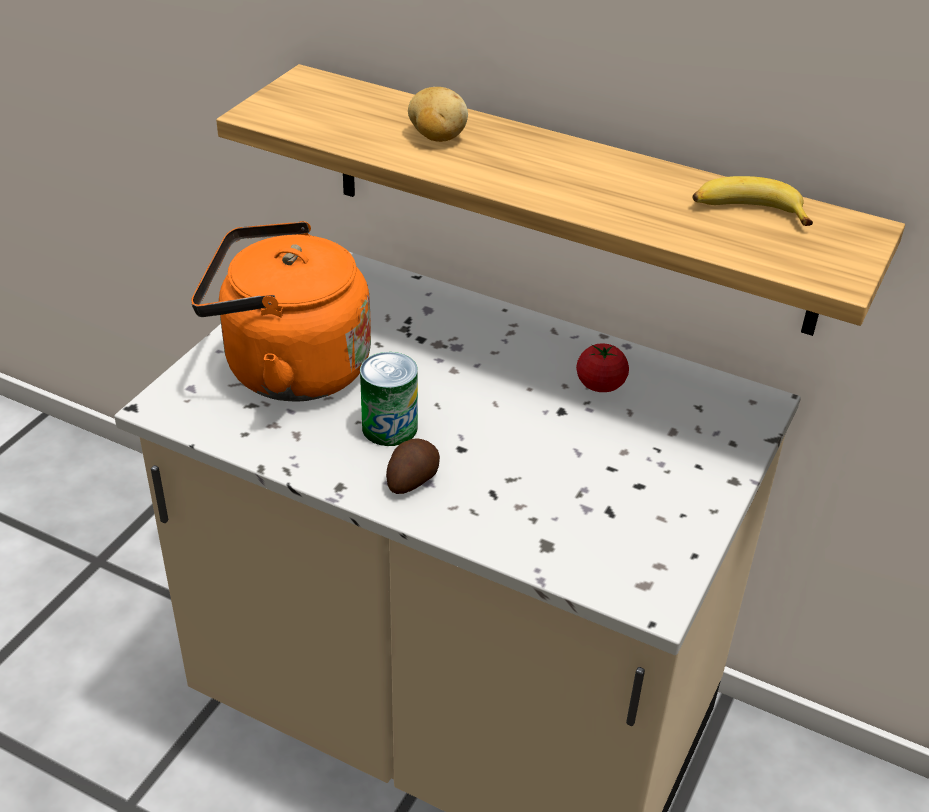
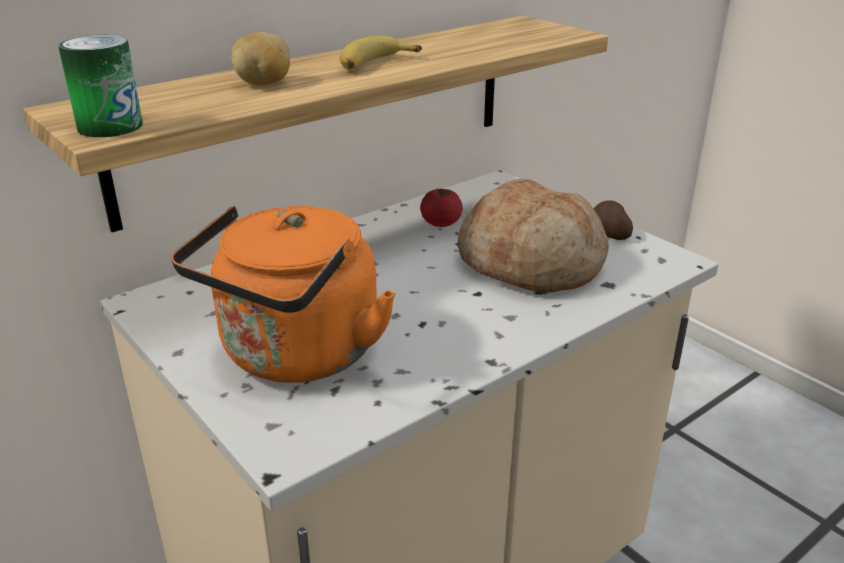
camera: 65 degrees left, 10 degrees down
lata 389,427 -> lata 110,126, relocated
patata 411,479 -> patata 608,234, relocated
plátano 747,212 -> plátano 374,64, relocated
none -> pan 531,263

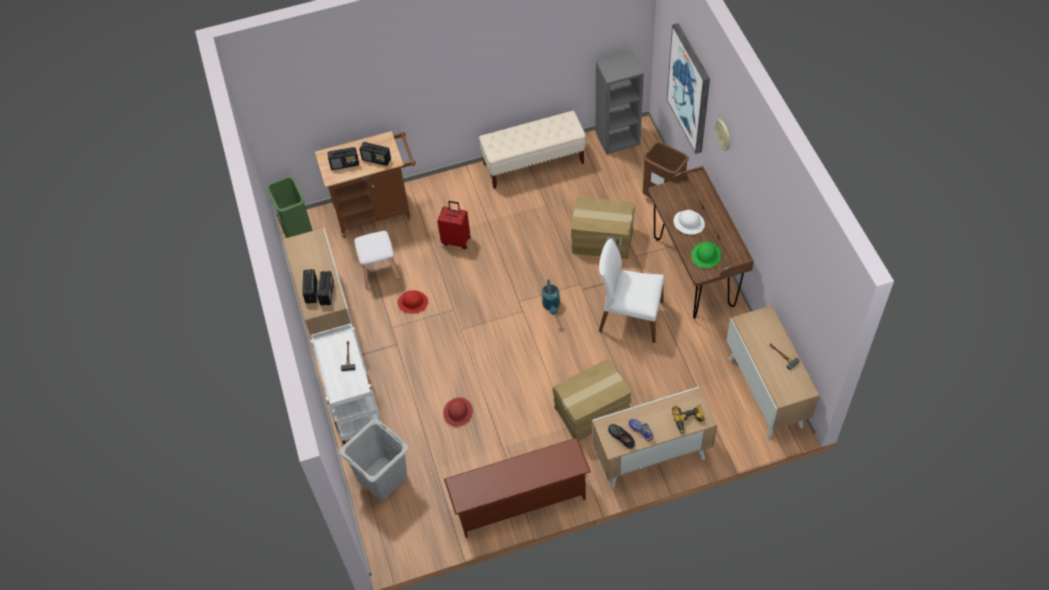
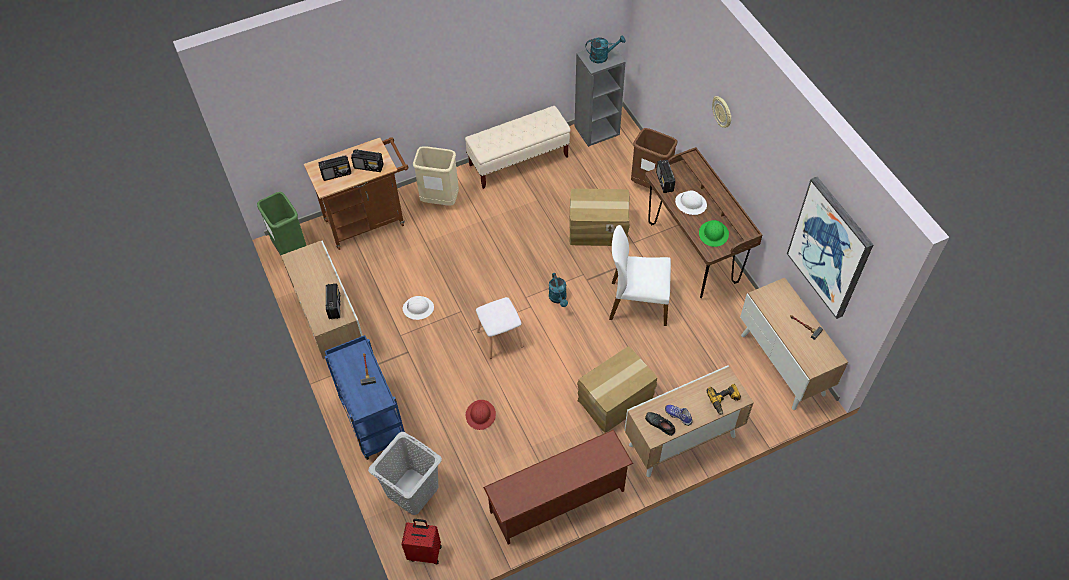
camera: 10 degrees left, 0 degrees up
radio 311,292 -> radio 664,182, relocated
carrito [blanco] 353,406 -> carrito [azul] 372,420
taburete [blanco] 379,270 -> taburete [blanco] 500,338, relocated
casco [rojo] 413,302 -> casco [blanco] 418,308
maleta [rojo] 456,240 -> maleta [rojo] 425,552, relocated
cuadro 690,88 -> cuadro 830,248, relocated
none -> papelera [beis] 440,200
none -> regadera [turquesa] 602,56

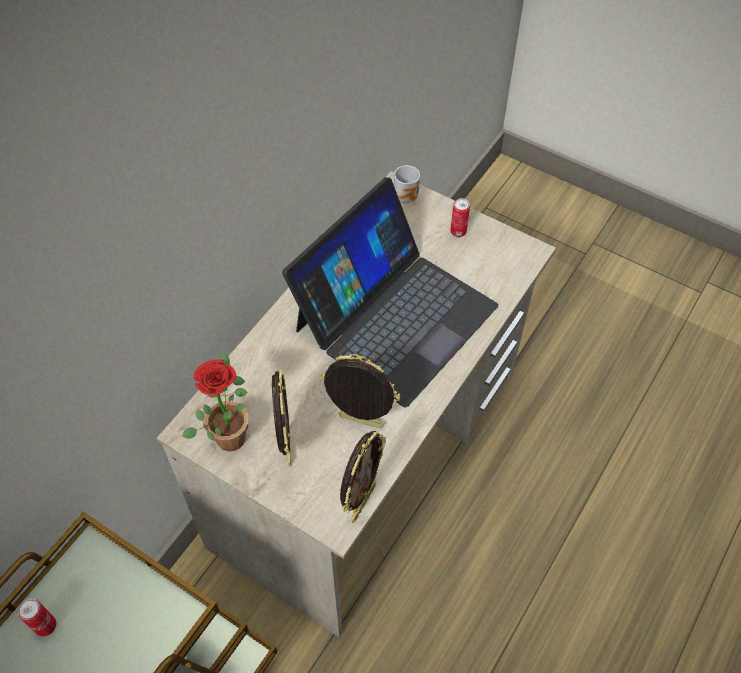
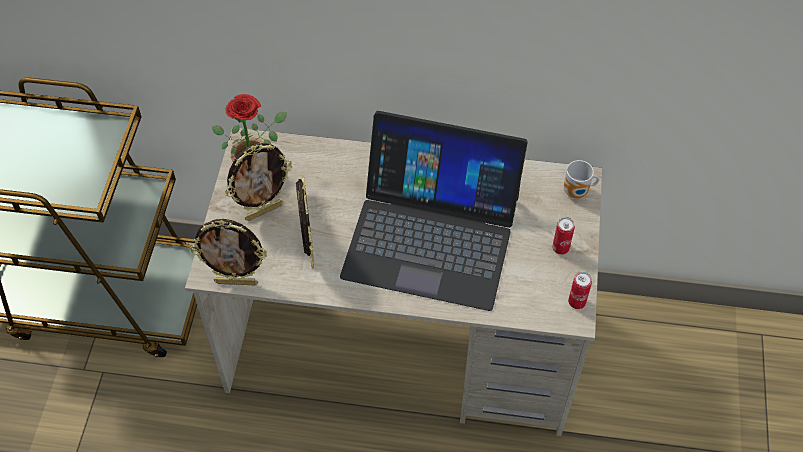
camera: 65 degrees right, 0 degrees up
lata 46,626 -> lata 576,302, relocated

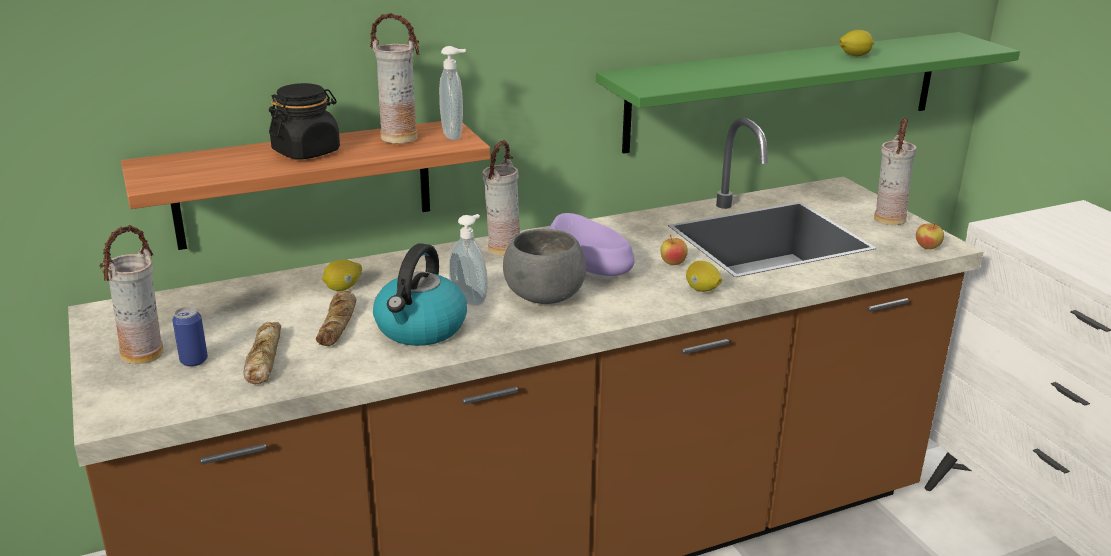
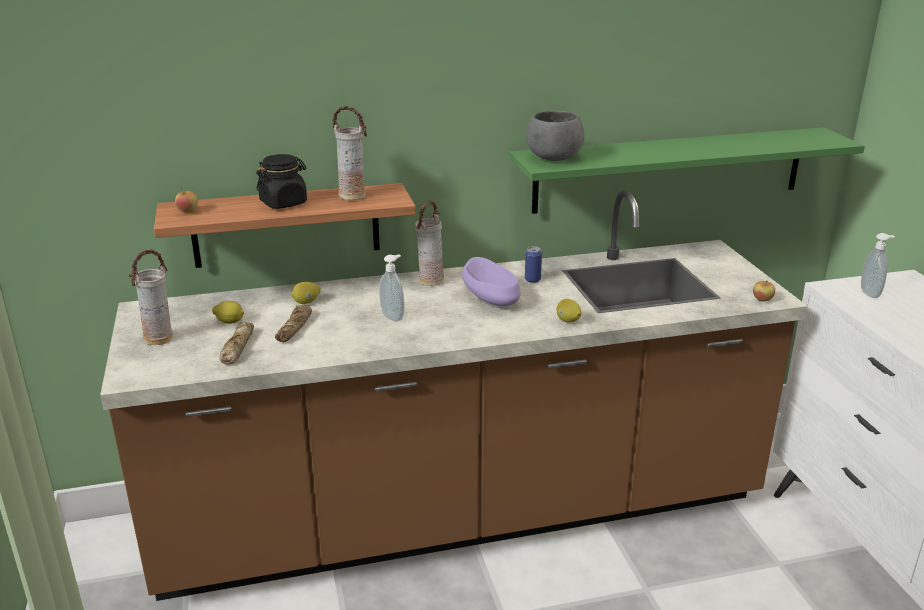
camera: 10 degrees right, 0 degrees up
lata 194,361 -> lata 532,280, relocated
hervidor 420,328 -> none
dispensador de jabón 454,135 -> dispensador de jabón 871,293, relocated
cuenco [gris] 544,297 -> cuenco [gris] 554,158, relocated
manzana 673,263 -> manzana 188,211, relocated
limón 854,56 -> limón 230,322, relocated
florero 887,219 -> none

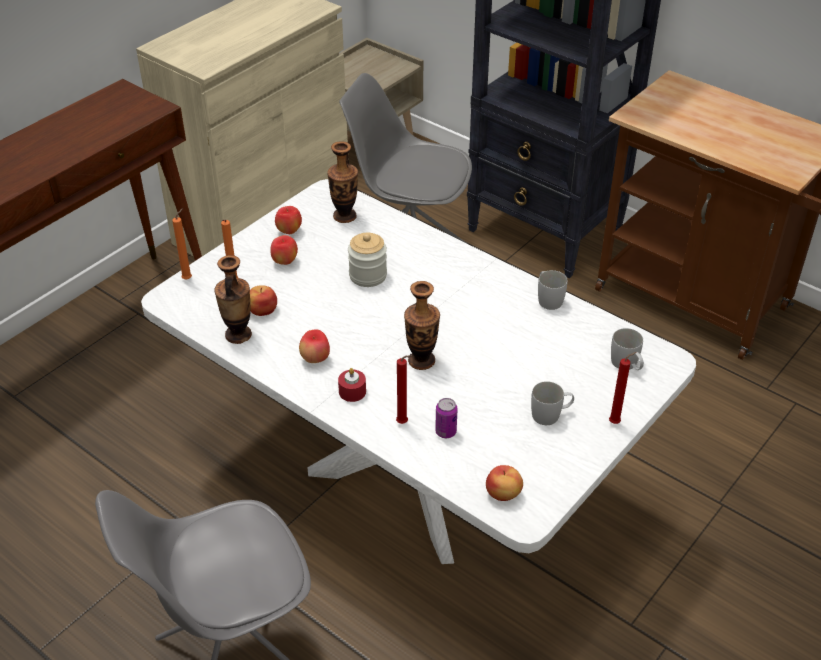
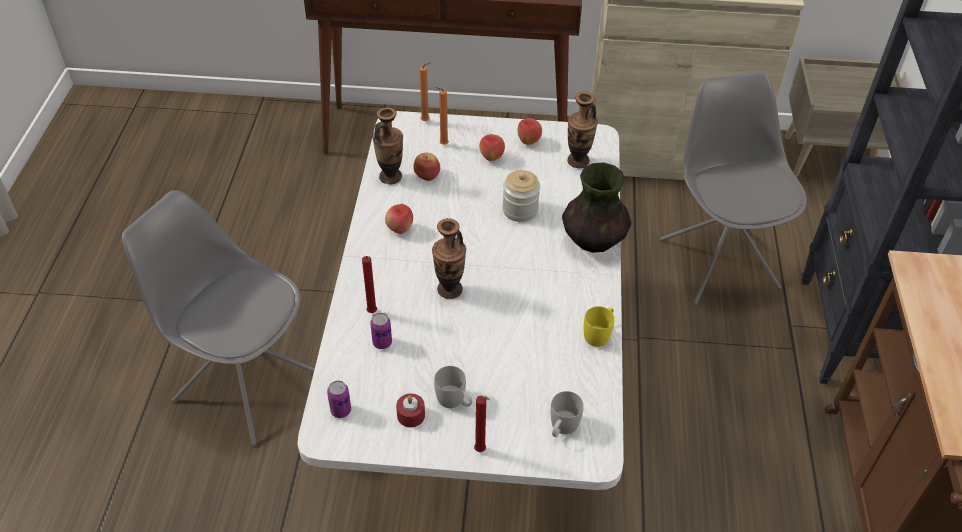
camera: 55 degrees right, 5 degrees up
vela [rojo] 352,392 -> vela [rojo] 411,415, relocated
manzana 503,494 -> lata 341,410
taza grande [blanco] 548,299 -> taza grande [amarillo] 599,333
none -> florero 593,240

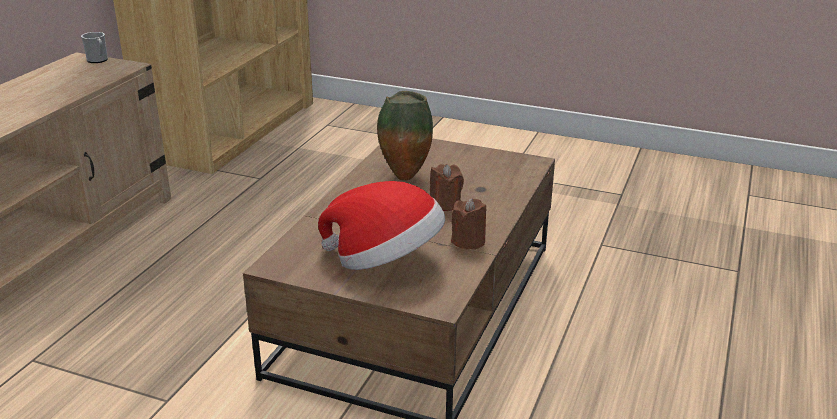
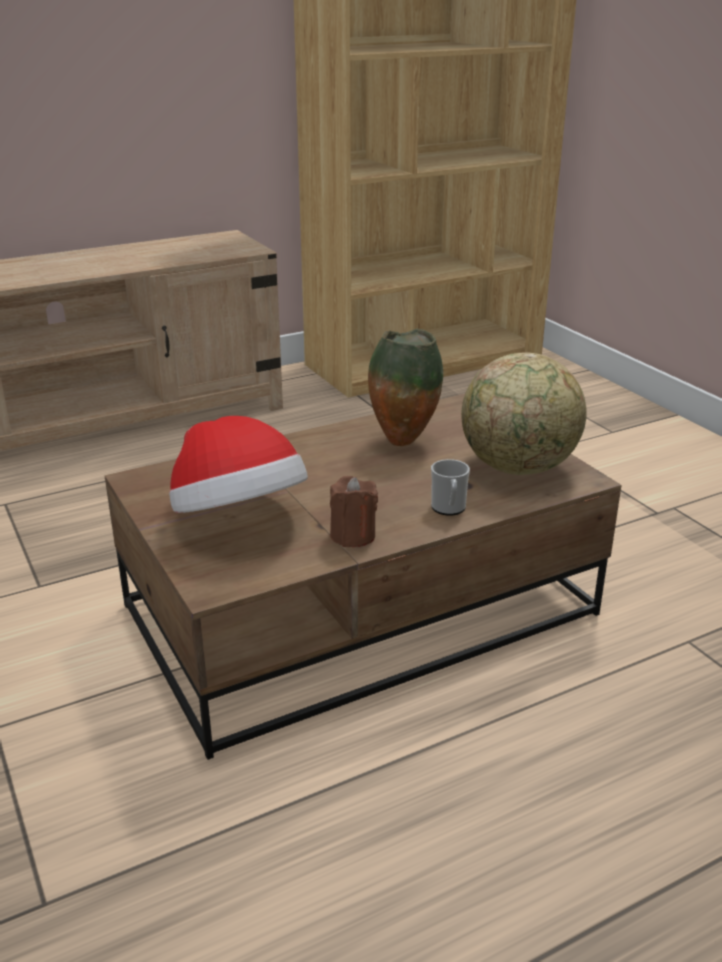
camera: 40 degrees right, 0 degrees up
taza grande 98,60 -> taza grande 449,509, relocated
vela [marrón] 445,204 -> none
none -> globo terráqueo 518,468

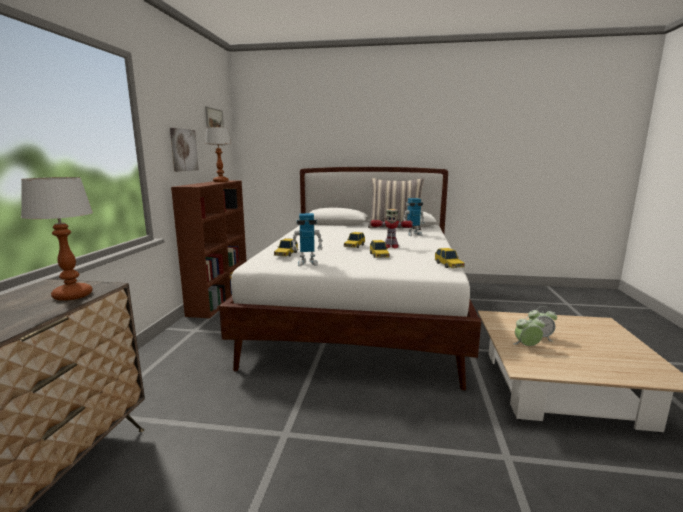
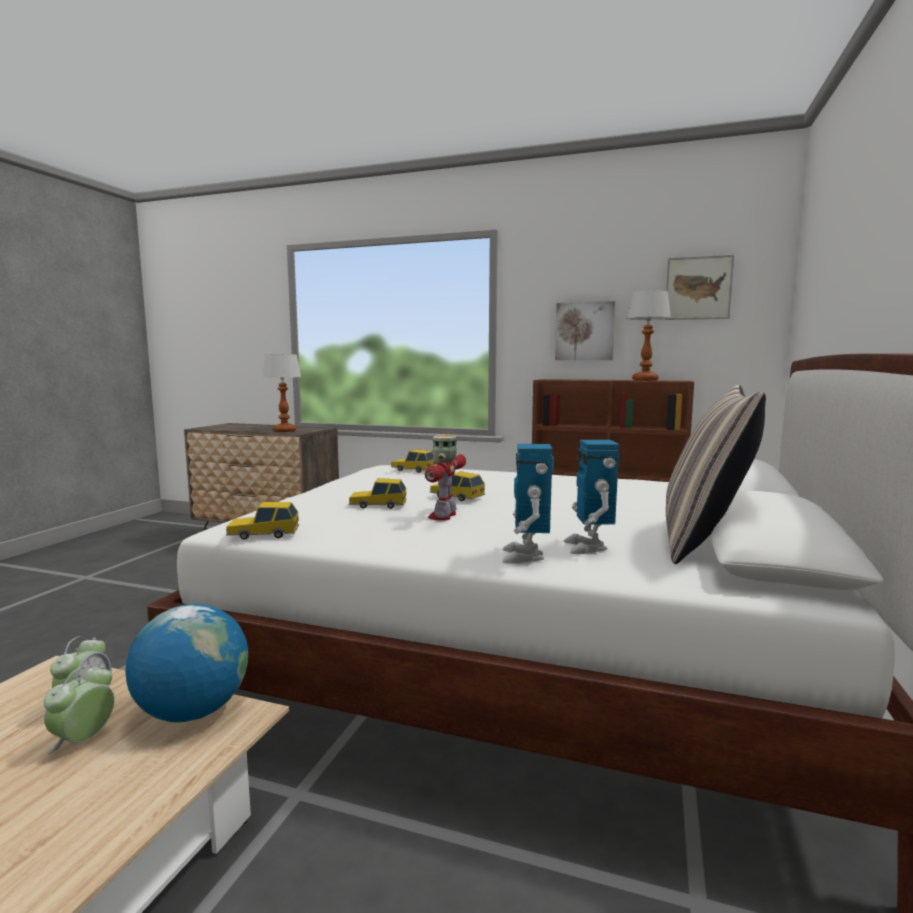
camera: 100 degrees right, 5 degrees down
robot de juguete 307,263 -> robot de juguete 526,556, relocated
none -> globo terráqueo 193,711

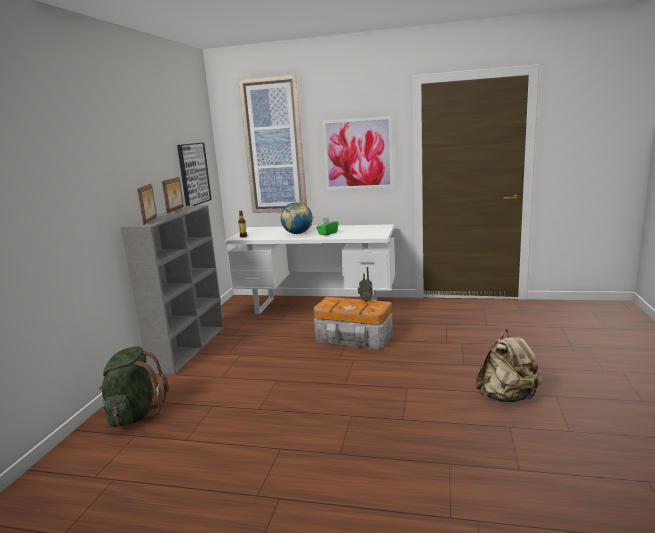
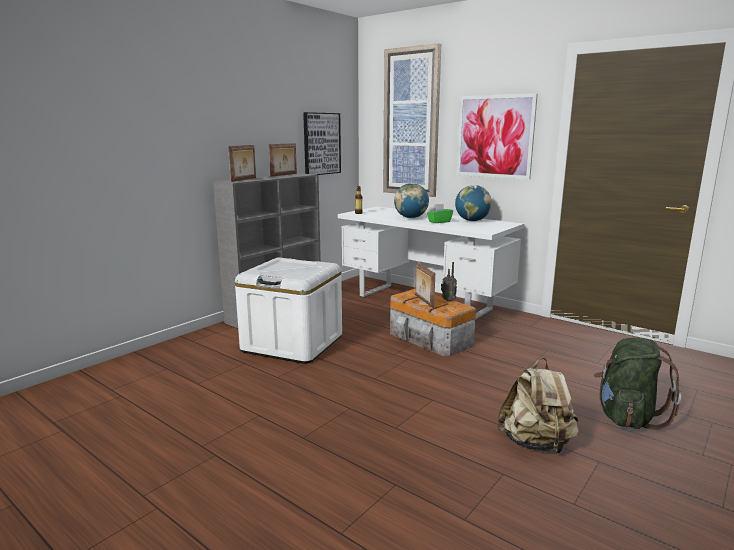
camera: 25 degrees right, 0 degrees up
mochila [verde] 135,415 -> mochila [verde] 627,417, relocated
none -> caja de almacenaje [blanco] 292,343
none -> portarretratos 423,301
none -> globo terráqueo 472,221

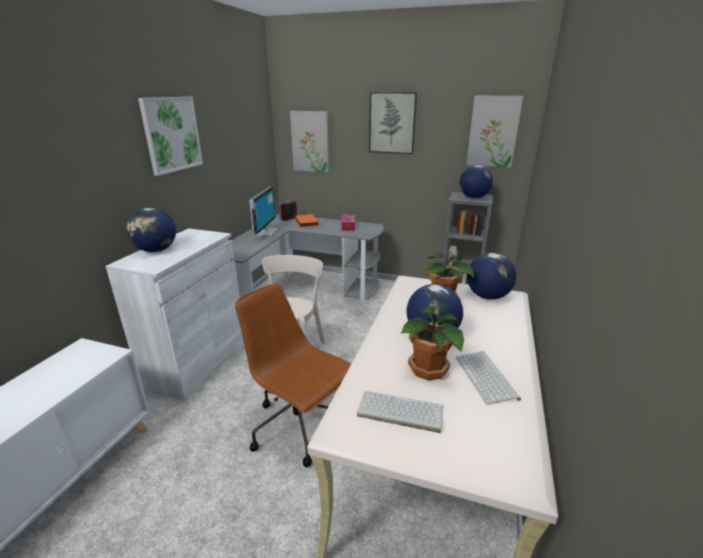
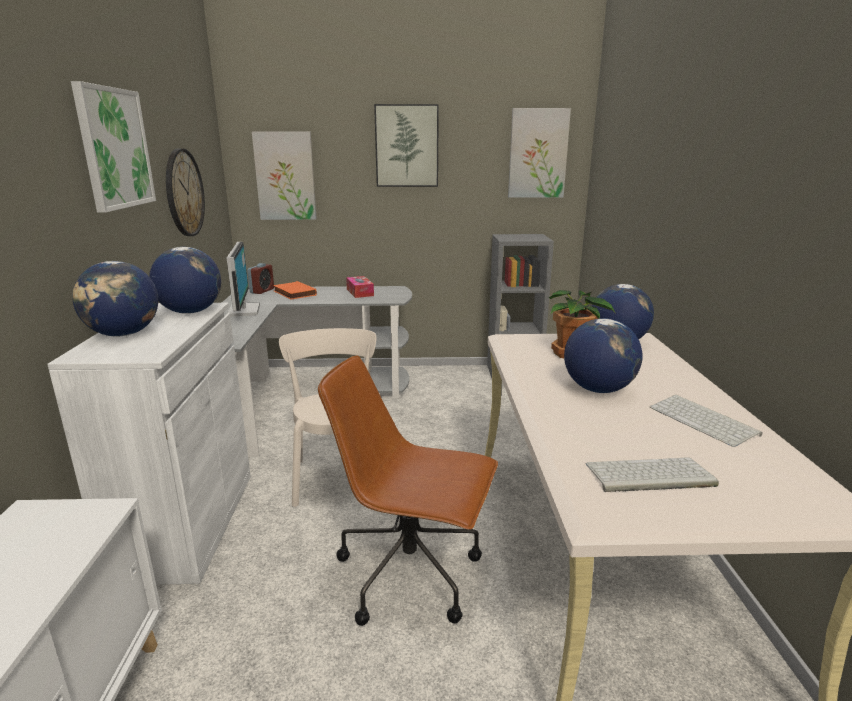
camera: 20 degrees left, 5 degrees down
planta en maceta 428,370 -> none
globo terráqueo 473,197 -> globo terráqueo 190,312, relocated
none -> reloj de pared 184,193

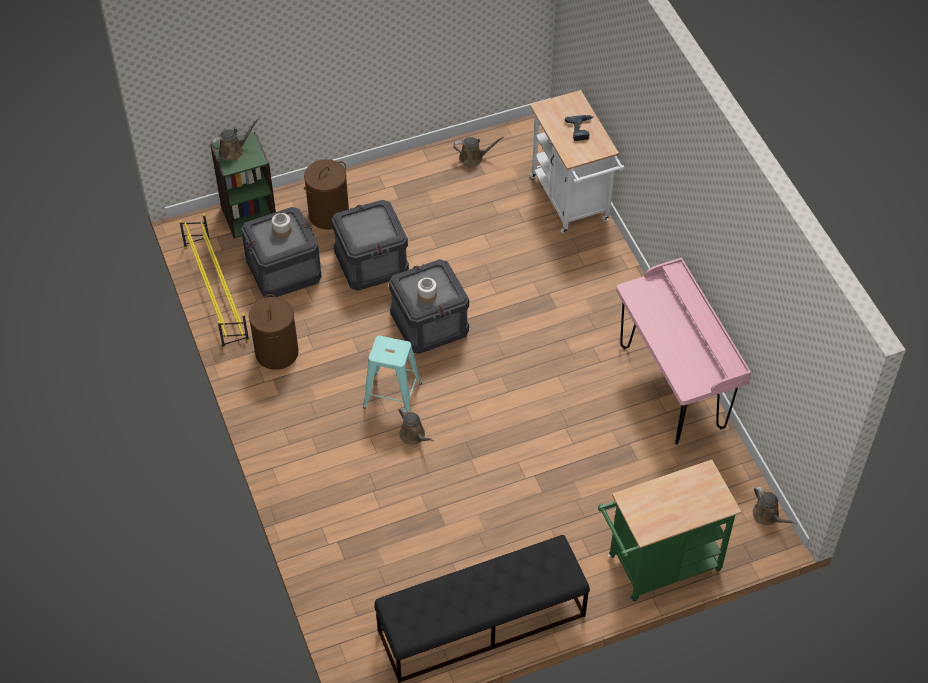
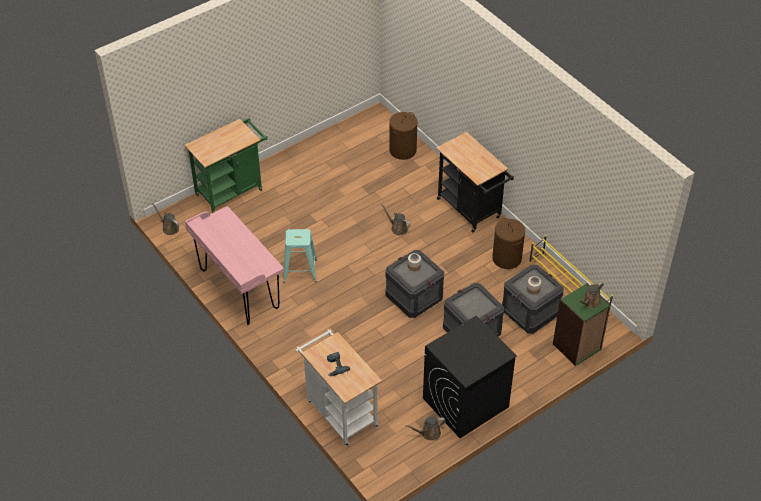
camera: 165 degrees right, 5 degrees down
cesto de la ropa [marrón] 329,214 -> cesto de la ropa [marrón] 402,150, relocated
taburete [turquesa] 392,395 -> taburete [turquesa] 300,271, relocated
banco [negro] 481,623 -> none
none -> lavadora [negro] 465,403
none -> carrito [negro] 471,211

